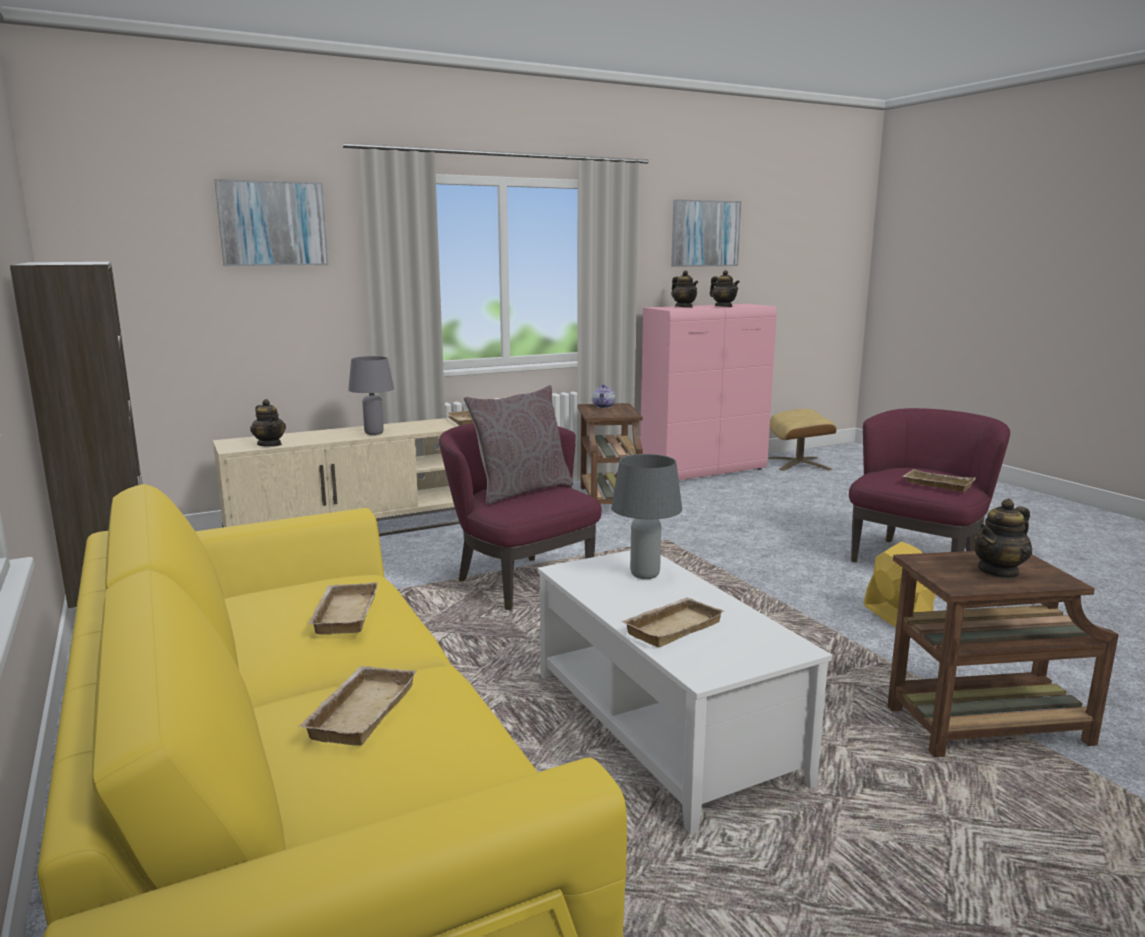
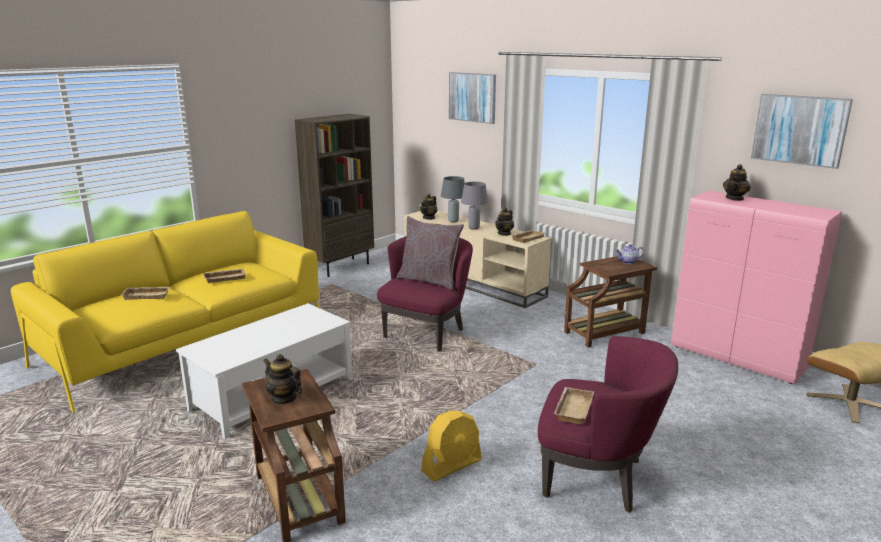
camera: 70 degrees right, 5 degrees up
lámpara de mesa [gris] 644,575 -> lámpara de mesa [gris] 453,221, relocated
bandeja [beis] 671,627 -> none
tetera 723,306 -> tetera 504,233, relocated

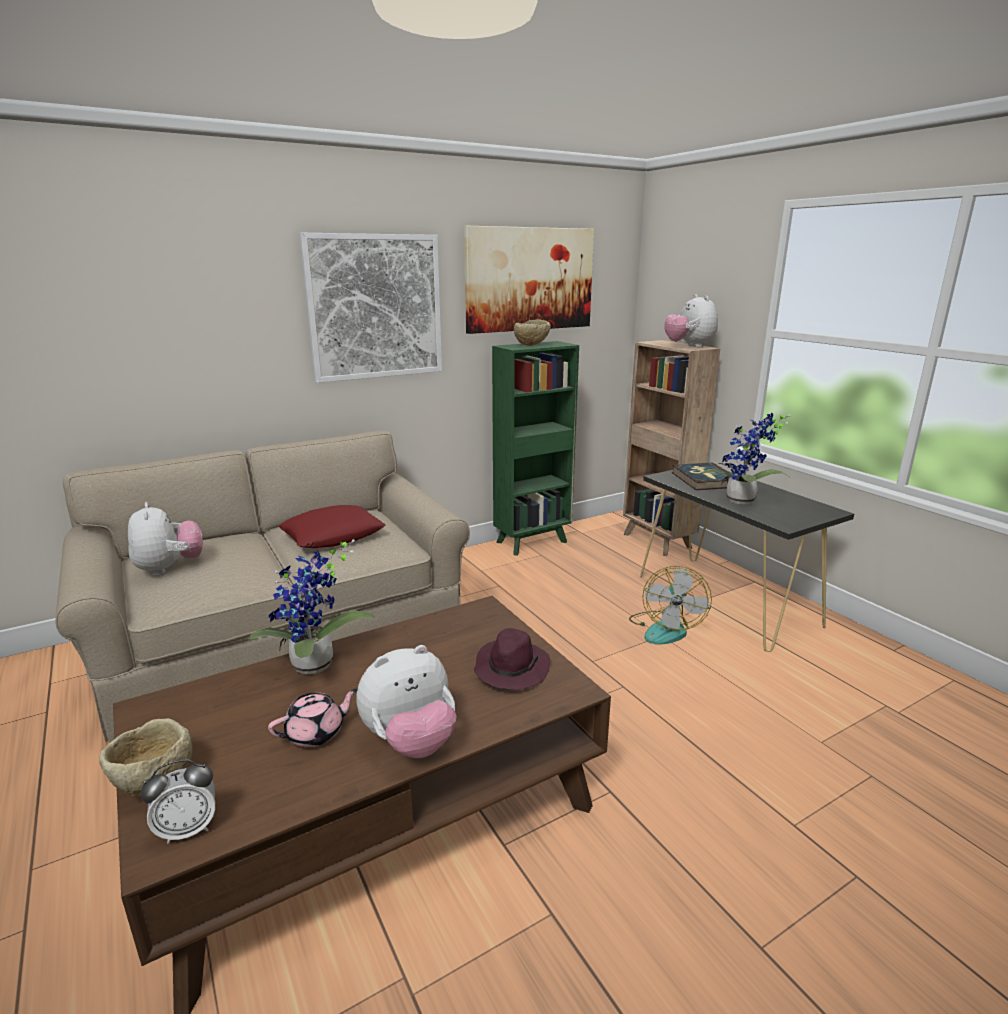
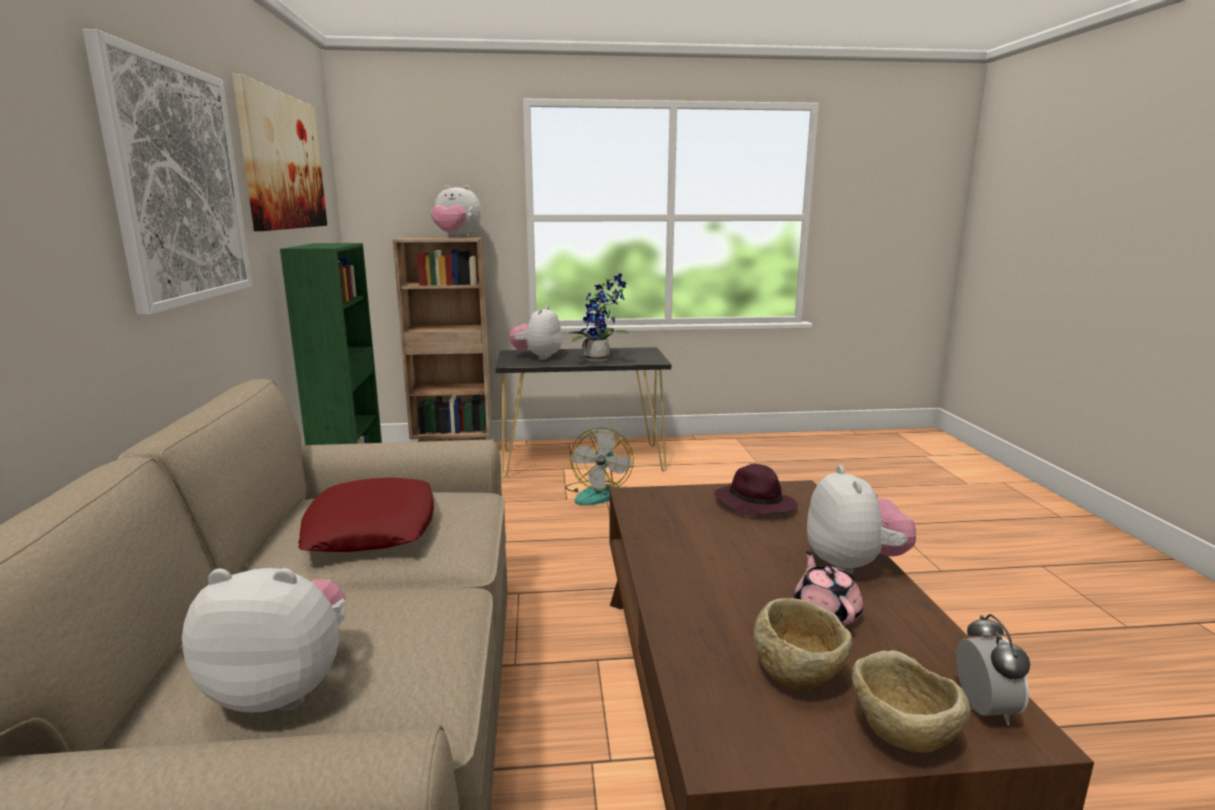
camera: 65 degrees left, 5 degrees down
planta en maceta 315,667 -> none
cuenco [beis] 531,345 -> cuenco [beis] 799,676, relocated
ventilador 665,628 -> ventilador 597,493, 60 degrees clockwise
libro 704,479 -> peluche 538,357

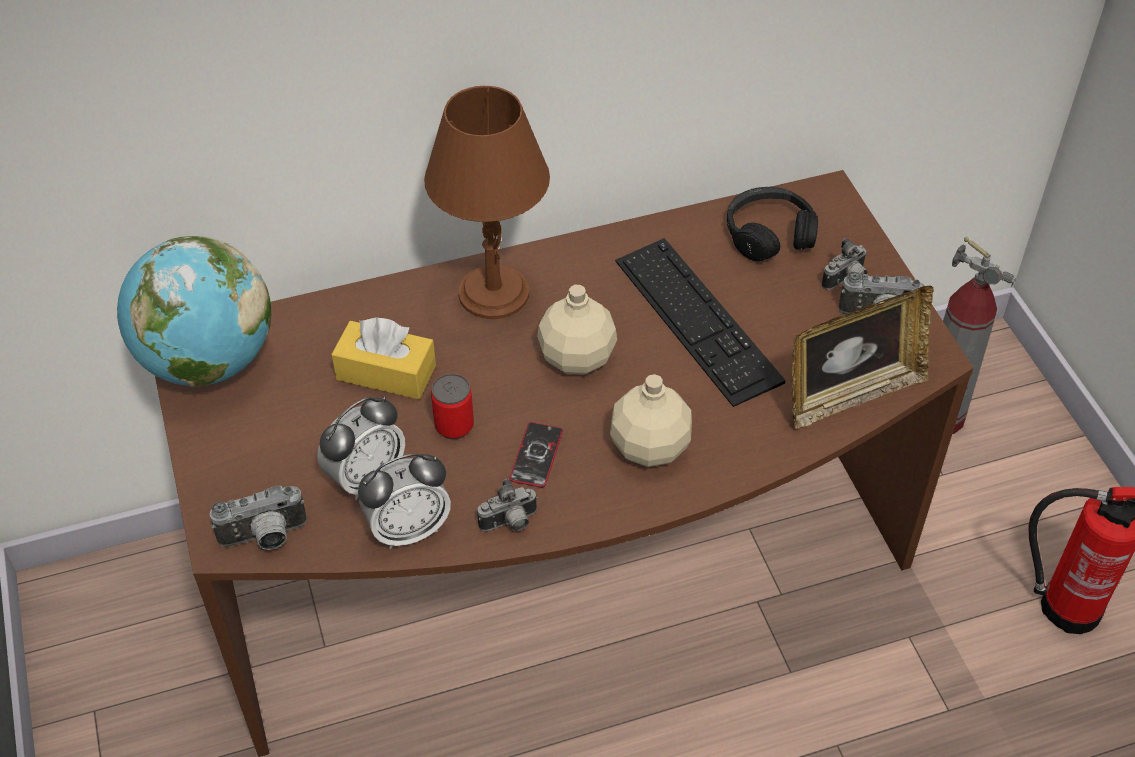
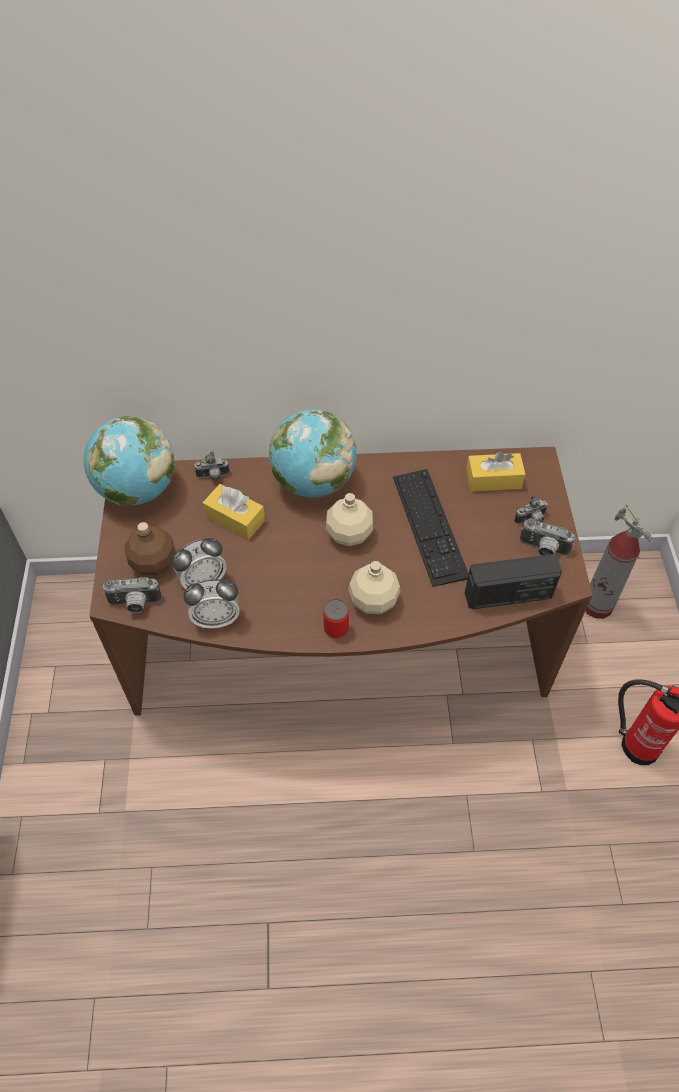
camera: 15 degrees right, 5 degrees up
lámpara de mesa [marrón] 493,292 -> globo terráqueo 313,482
lata 454,425 -> lata 336,628, relocated
cámara 510,523 -> cámara 213,476, relocated
móvil 536,455 -> none
auriculares [negro] 769,234 -> caja de pañuelos [amarillo] 493,479
portarretratos 851,394 -> radio 508,595
none -> botella [marrón] 153,563

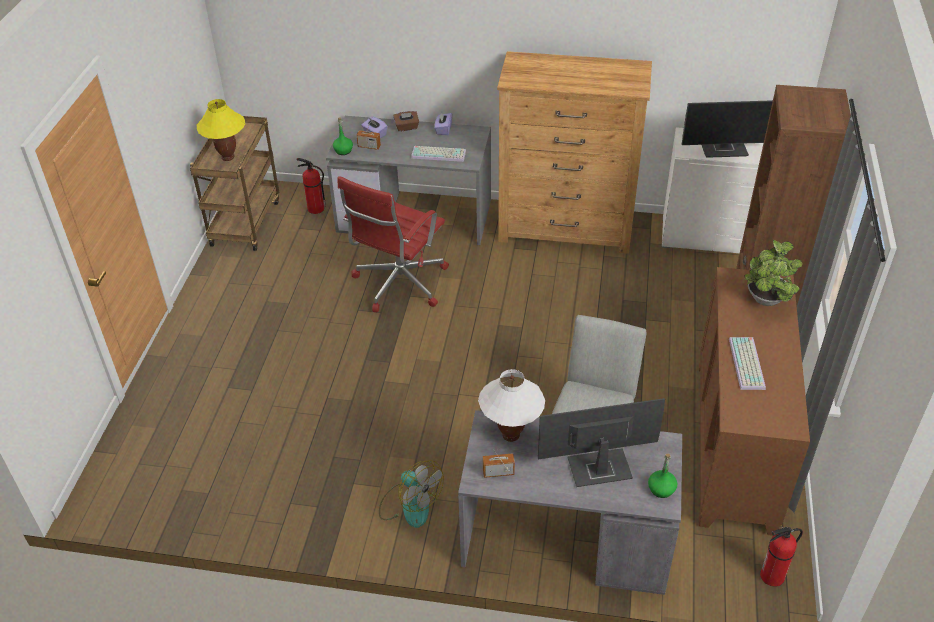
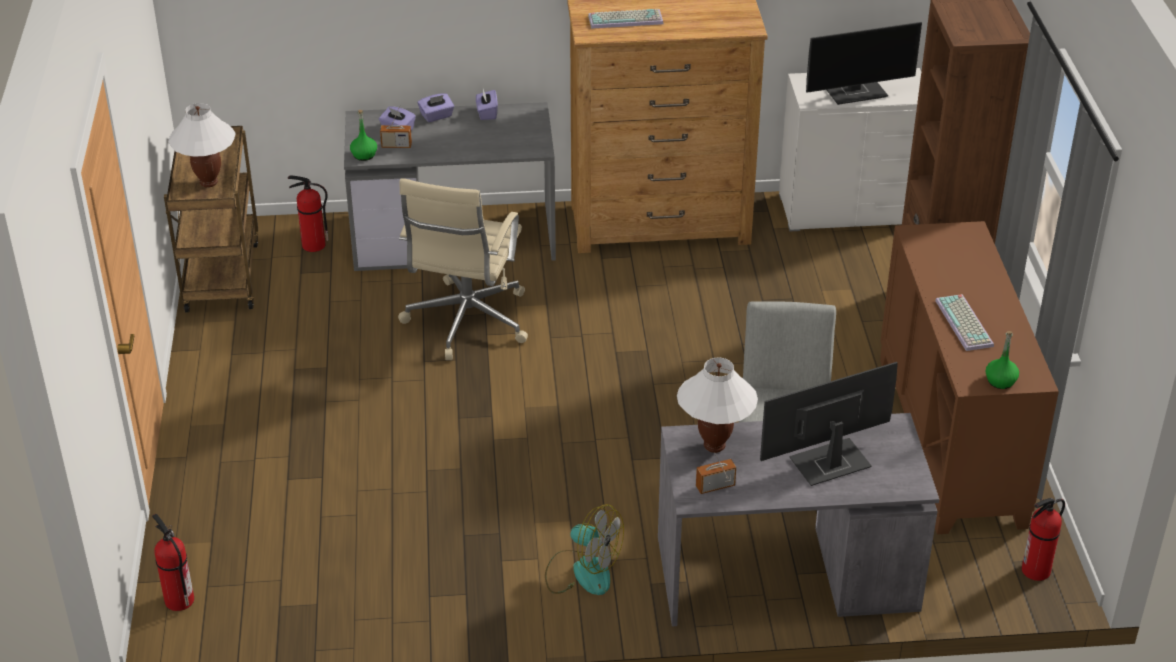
camera: 15 degrees left, 5 degrees down
lámpara de mesa [amarillo] 228,157 -> lámpara de mesa [blanco] 209,182
silla de oficina [rojo] 398,284 -> silla de oficina [beis] 466,322
caja de pañuelos [marrón] 406,127 -> caja de pañuelos [morado] 436,116
teclado 439,154 -> teclado 626,19, relocated
botella [verde] 661,489 -> botella [verde] 1000,381, relocated
planta en maceta 765,301 -> none
none -> extintor 178,600

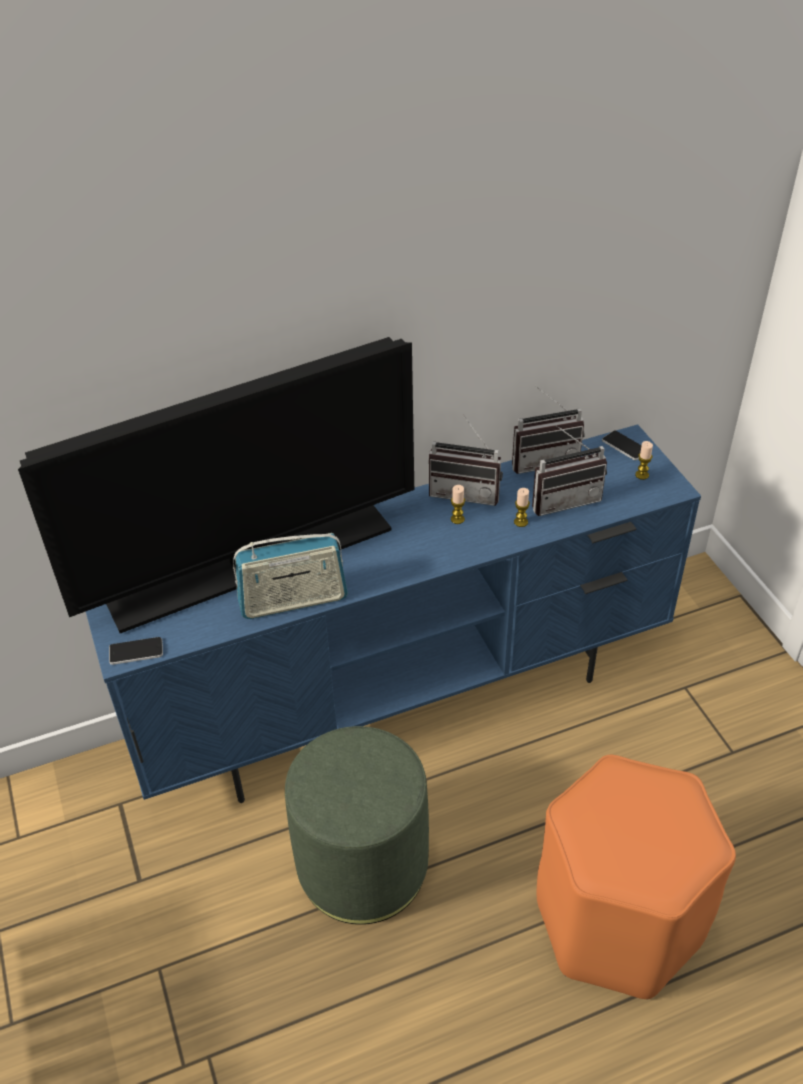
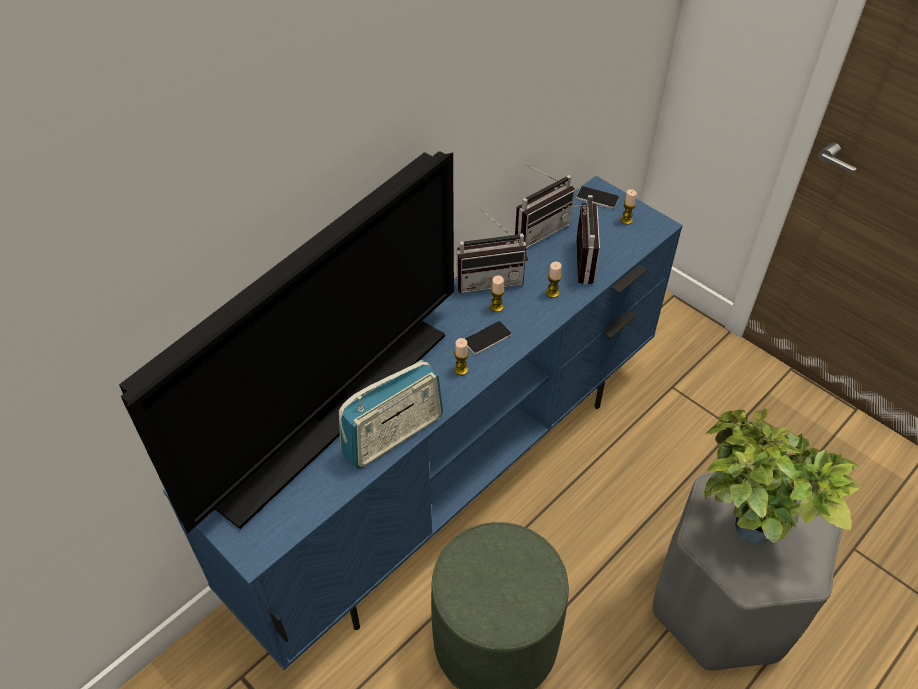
camera: 25 degrees left, 5 degrees up
móvil 136,651 -> móvil 487,338, relocated
radio 564,499 -> radio 576,261, 45 degrees counterclockwise
taburete [naranja] 618,921 -> taburete [gris] 723,605
none -> vela 461,369
none -> planta en maceta 743,532

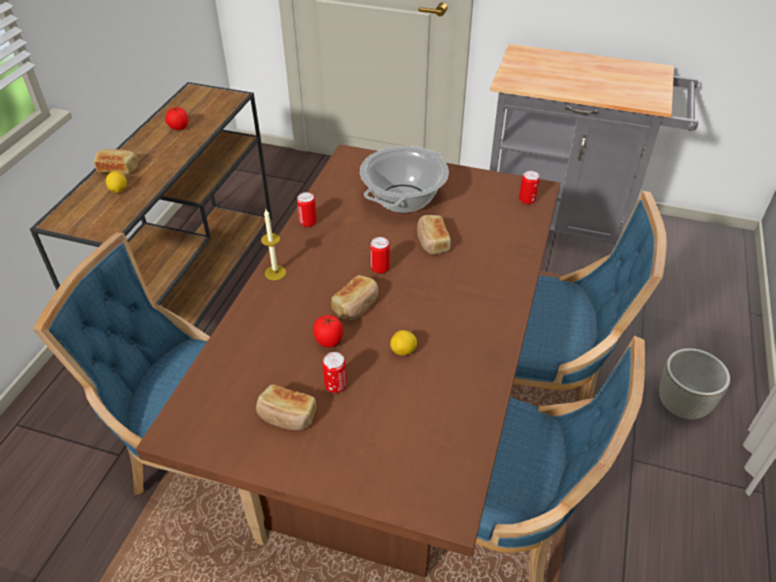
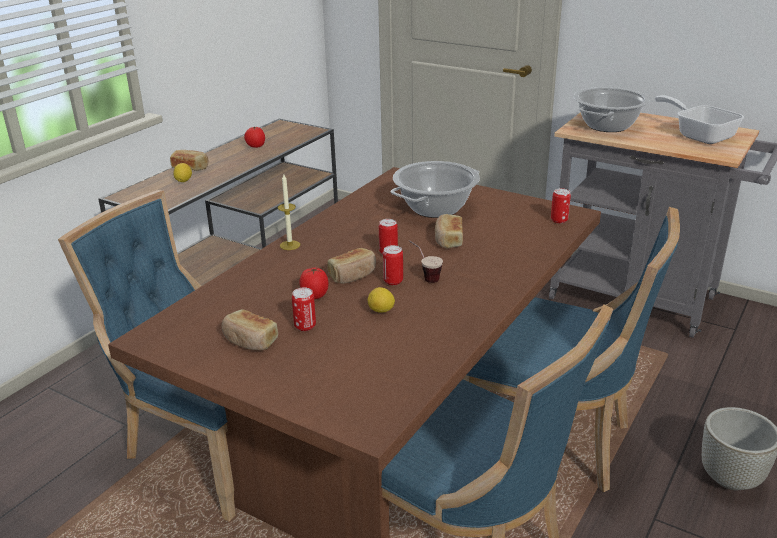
camera: 15 degrees right, 15 degrees down
lata 308,222 -> lata 393,281, relocated
none -> taza 424,277
none -> olla 608,126
none -> sartén 699,135

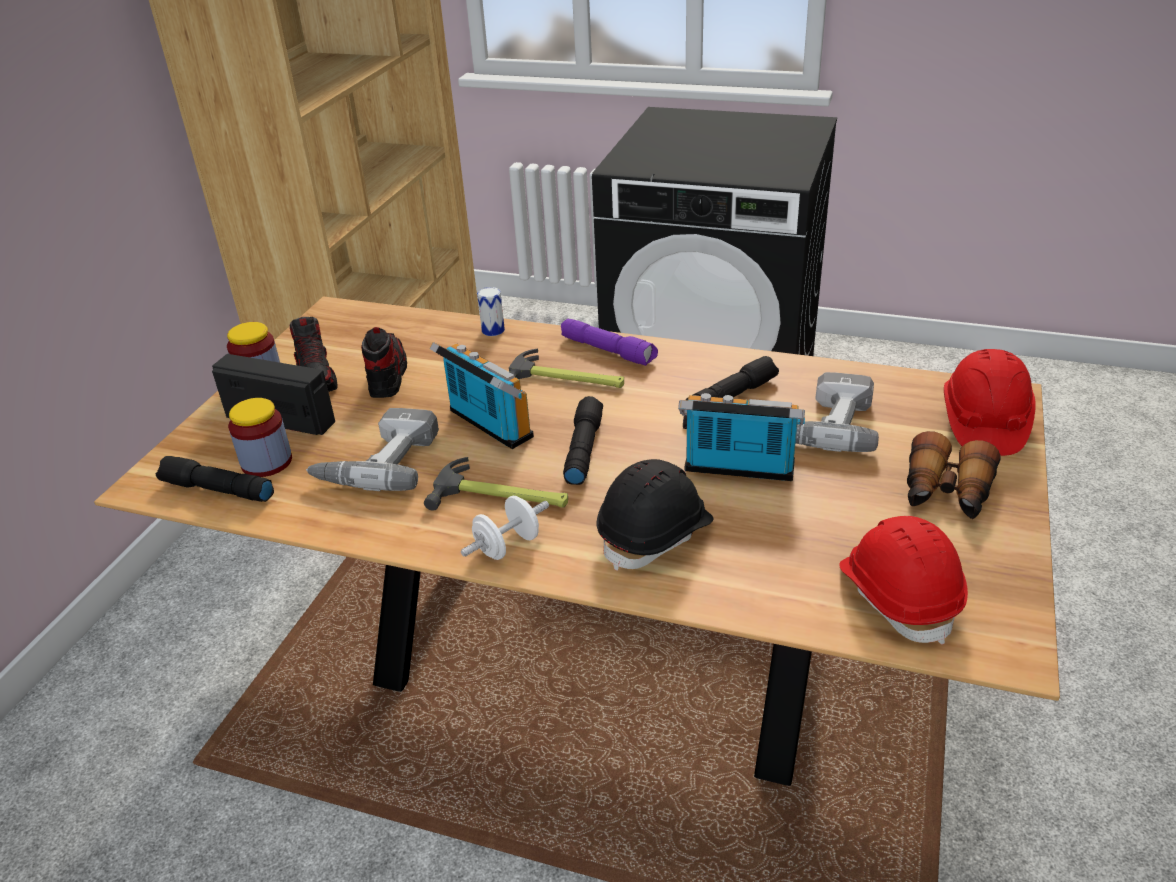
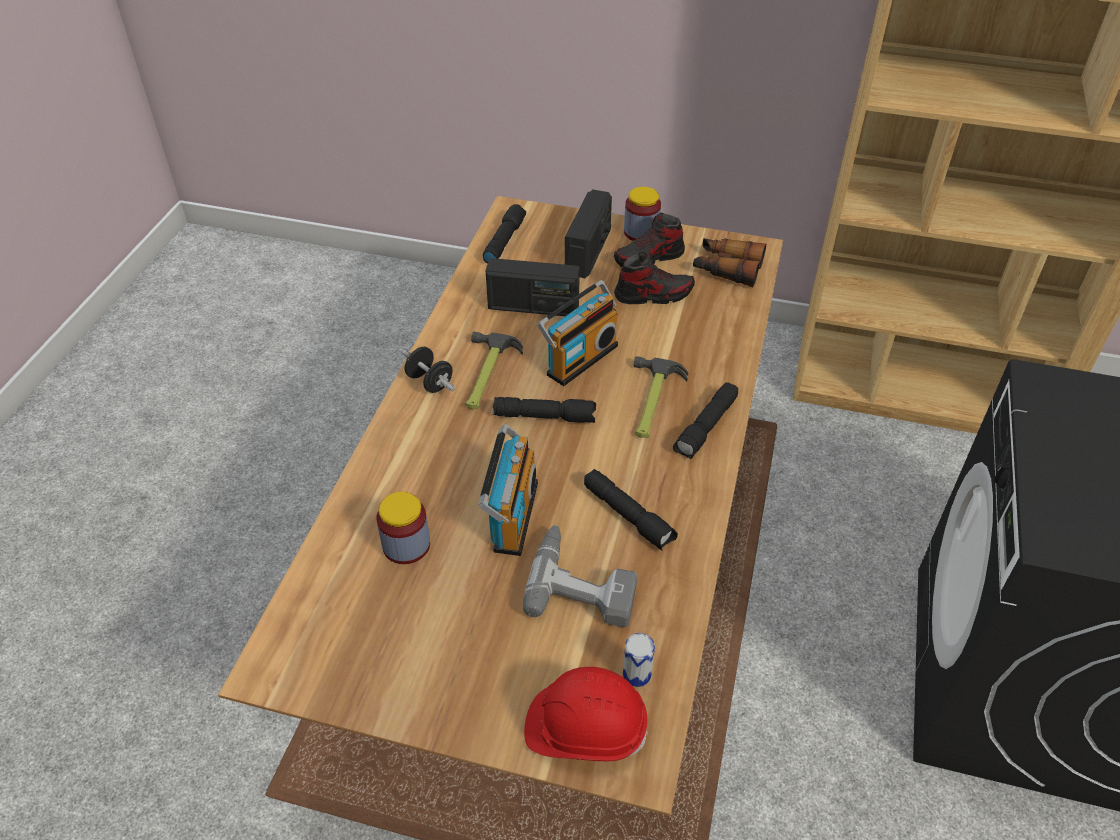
camera: 85 degrees right, 10 degrees up
tarro 266,462 -> tarro 406,545, relocated
taladro 378,461 -> radio 533,307
mancuerna [blanco] 507,546 -> mancuerna [negro] 430,382
lata 493,330 -> lata 636,674, relocated
linterna [morado] 609,351 -> linterna [negro] 706,428
casco [negro] 656,535 -> none
casco [rojo] 899,595 -> none
prismáticos 946,493 -> prismáticos 727,269, relocated

